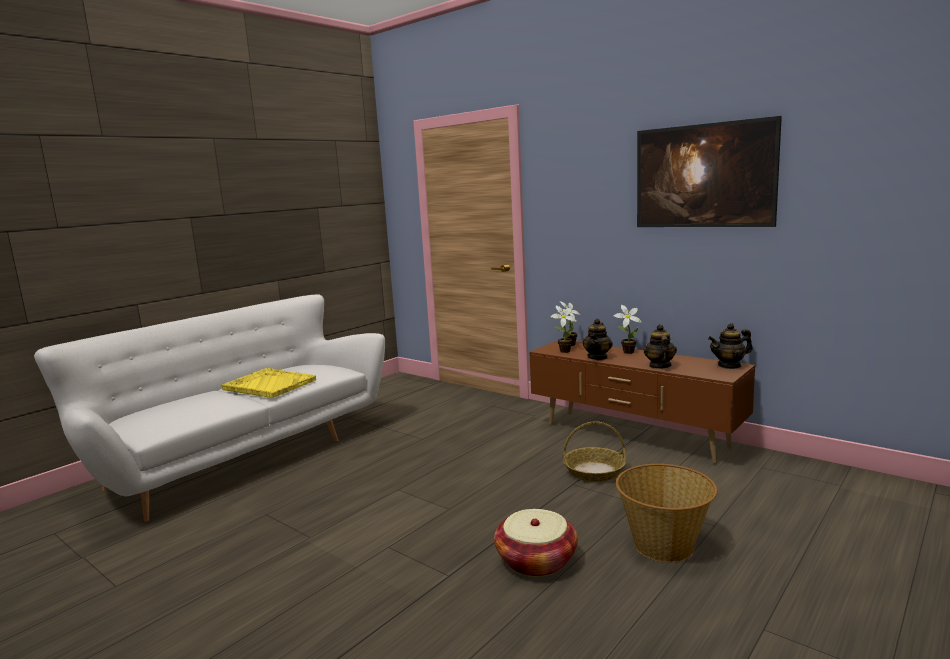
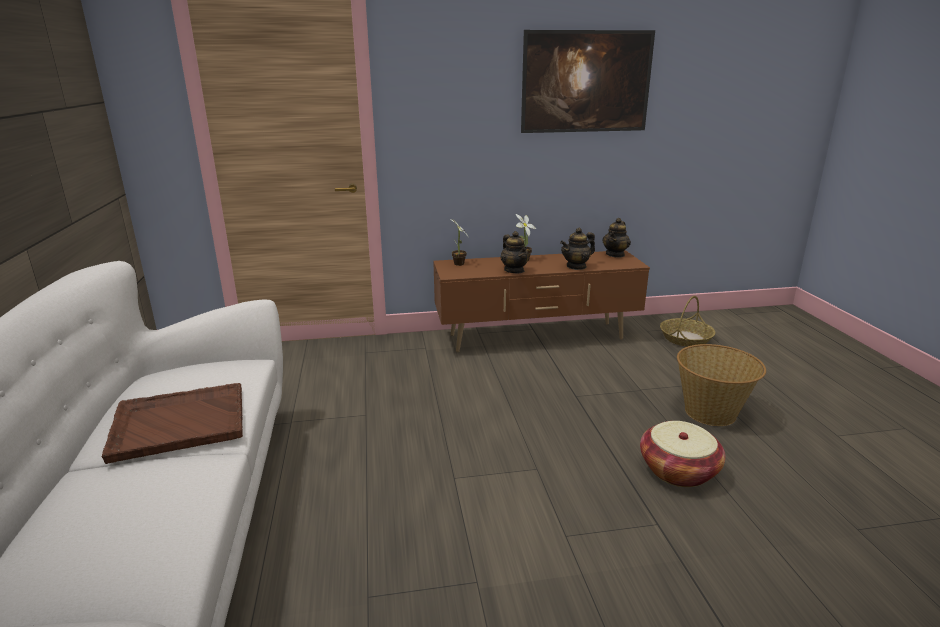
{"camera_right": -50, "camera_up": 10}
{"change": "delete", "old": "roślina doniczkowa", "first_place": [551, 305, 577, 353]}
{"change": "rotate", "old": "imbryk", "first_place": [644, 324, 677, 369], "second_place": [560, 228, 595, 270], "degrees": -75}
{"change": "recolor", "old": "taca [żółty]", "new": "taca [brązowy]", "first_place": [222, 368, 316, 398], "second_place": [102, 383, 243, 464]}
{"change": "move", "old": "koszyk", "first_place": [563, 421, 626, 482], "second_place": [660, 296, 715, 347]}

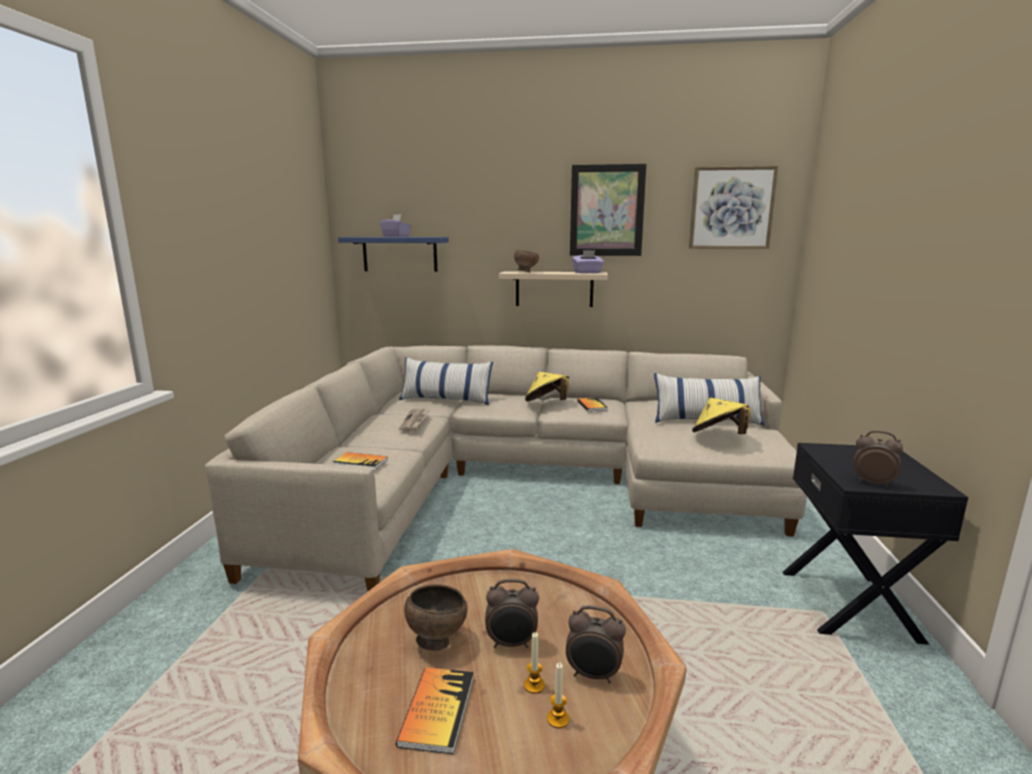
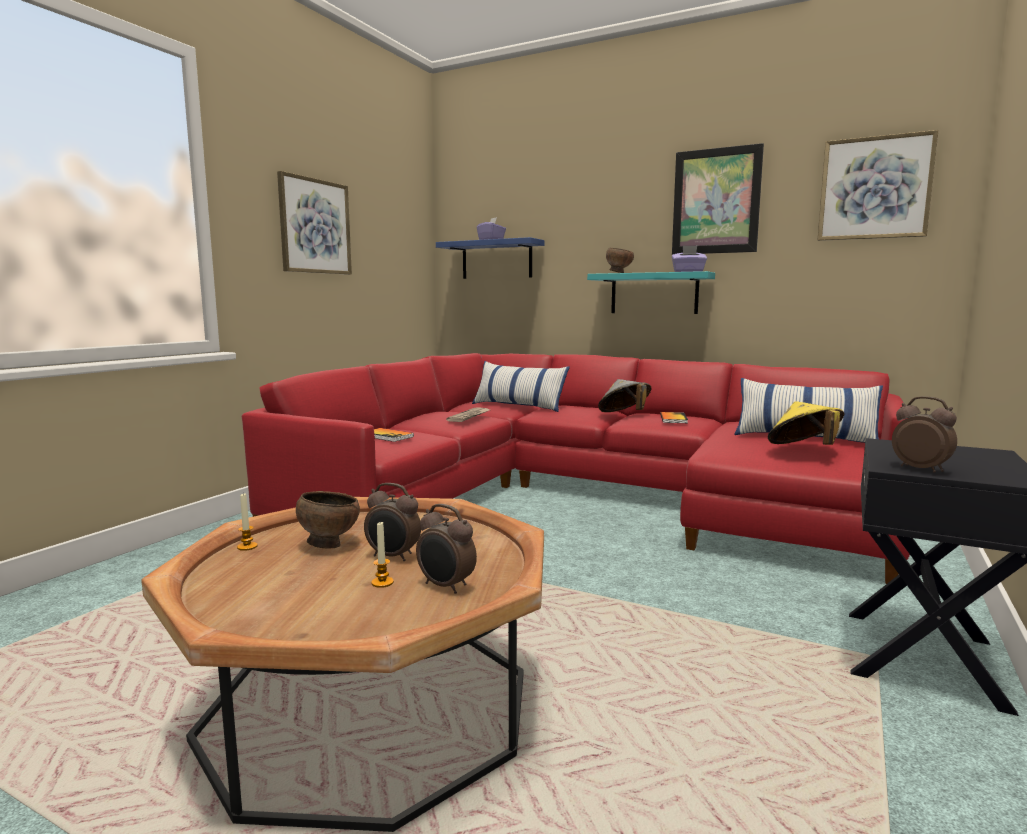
{"camera_right": 20, "camera_up": -5}
{"change": "recolor", "old": "półka [beżowy]", "new": "półka [turkusowy]", "first_place": [499, 271, 608, 307], "second_place": [587, 271, 715, 314]}
{"change": "recolor", "old": "kanapa [beżowy]", "new": "kanapa [czerwony]", "first_place": [205, 346, 807, 591], "second_place": [242, 353, 910, 584]}
{"change": "recolor", "old": "kapelusz [żółty]", "new": "kapelusz [szary]", "first_place": [525, 372, 569, 401], "second_place": [598, 379, 651, 412]}
{"change": "move", "old": "świeca", "first_place": [547, 663, 569, 728], "second_place": [237, 493, 258, 551]}
{"change": "delete", "old": "książka", "first_place": [396, 667, 474, 754]}
{"change": "insert", "new": "obraz", "second_place": [277, 171, 352, 275]}

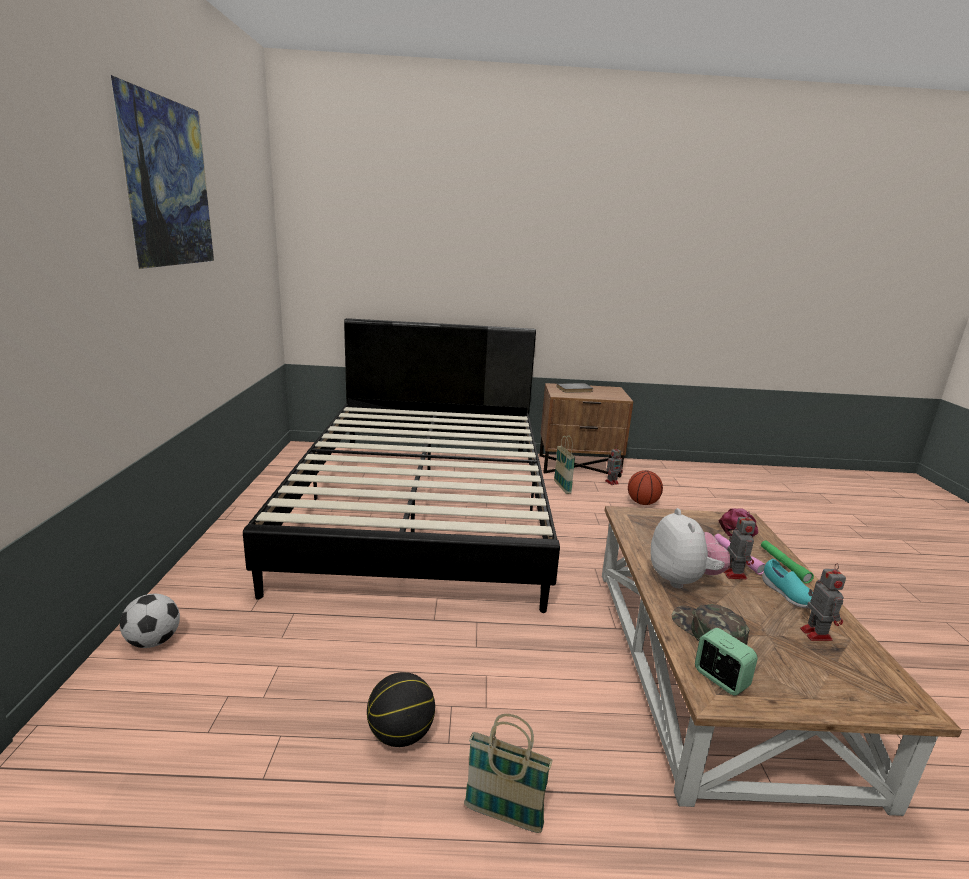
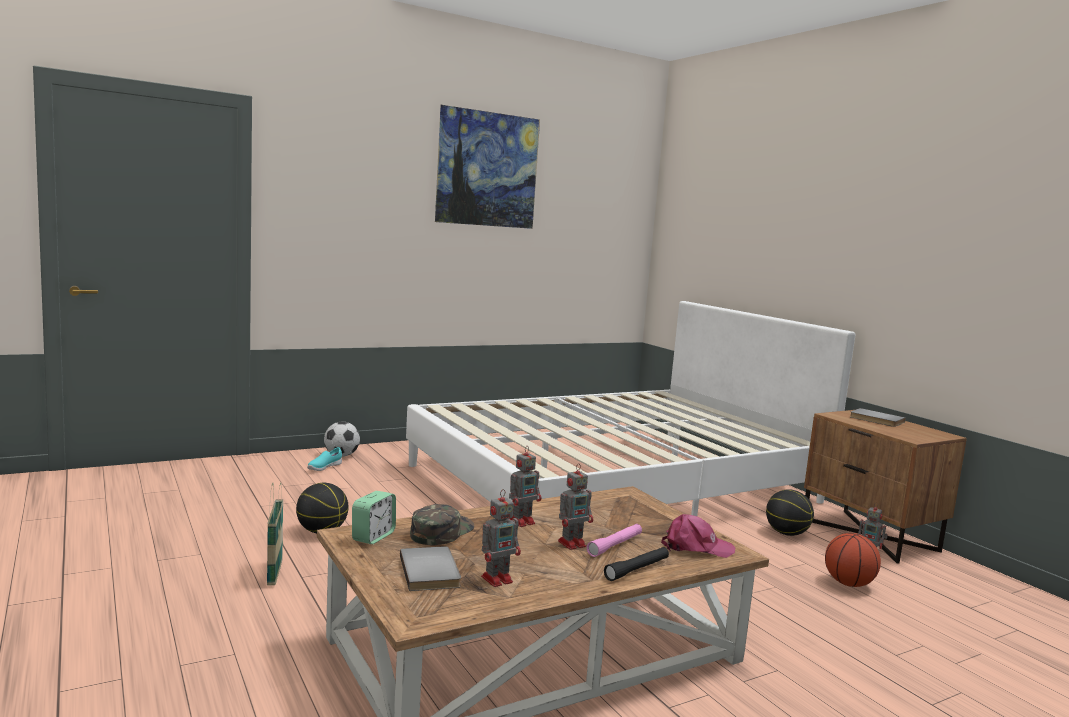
{"camera_right": 60, "camera_up": -10}
{"change": "recolor", "old": "łóżko [czarny]", "new": "łóżko [biały]", "first_place": [243, 318, 560, 613], "second_place": [406, 301, 855, 516]}
{"change": "replace", "old": "koszyk", "new": "piłka do koszykówki", "first_place": [554, 435, 575, 494], "second_place": [766, 489, 814, 536]}
{"change": "replace", "old": "pluszak", "new": "robot zabawkowy", "first_place": [651, 508, 730, 589], "second_place": [509, 446, 541, 527]}
{"change": "recolor", "old": "latarka [zielony]", "new": "latarka [czarny]", "first_place": [761, 540, 814, 584], "second_place": [604, 547, 669, 581]}
{"change": "move", "old": "but [turkusowy]", "first_place": [762, 559, 813, 608], "second_place": [307, 447, 342, 471]}
{"change": "insert", "new": "książka [szary]", "second_place": [400, 546, 461, 591]}

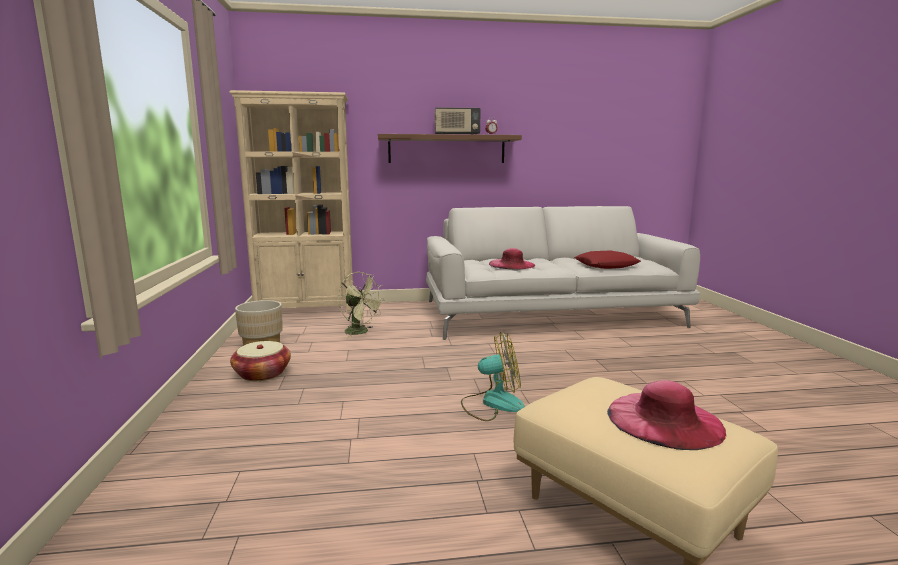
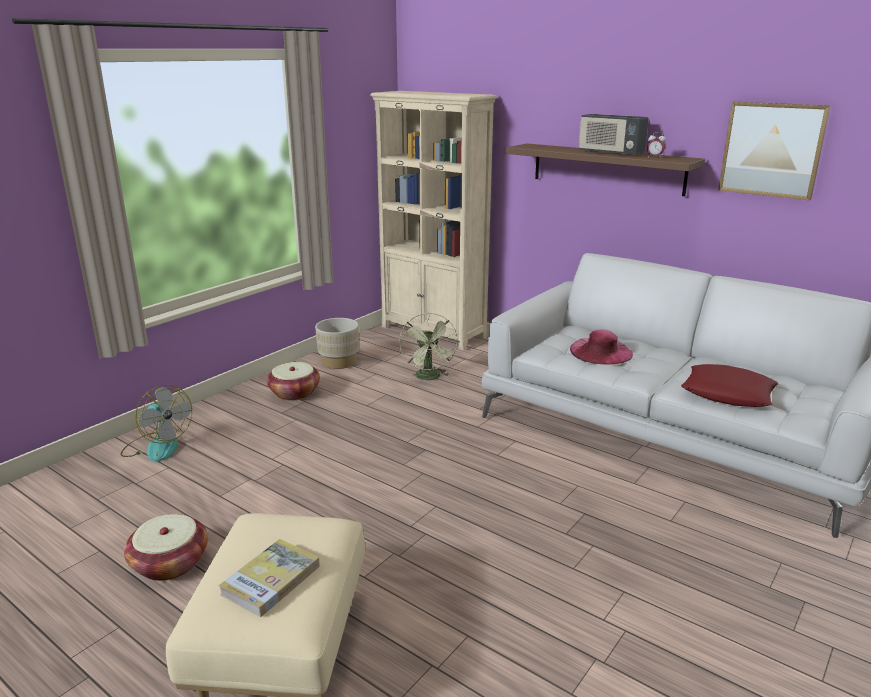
{"camera_right": 45, "camera_up": 10}
{"change": "move", "old": "wentylator", "first_place": [461, 332, 525, 421], "second_place": [121, 385, 192, 462]}
{"change": "replace", "old": "kapelusz [różowy]", "new": "książka", "first_place": [607, 380, 726, 450], "second_place": [219, 539, 320, 617]}
{"change": "insert", "new": "obraz", "second_place": [718, 102, 831, 200]}
{"change": "insert", "new": "koszyk", "second_place": [124, 514, 208, 581]}

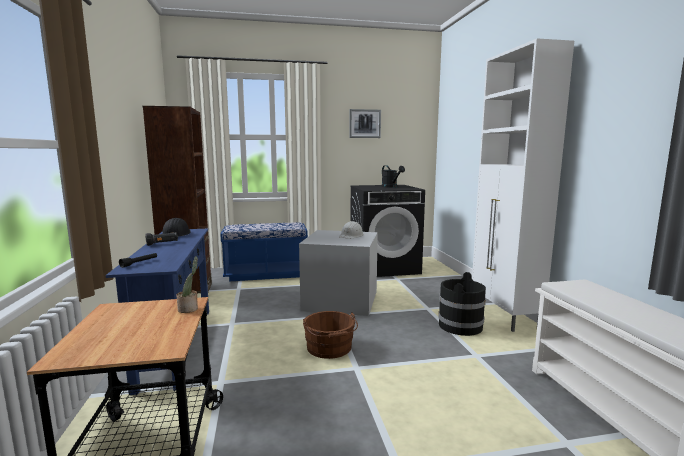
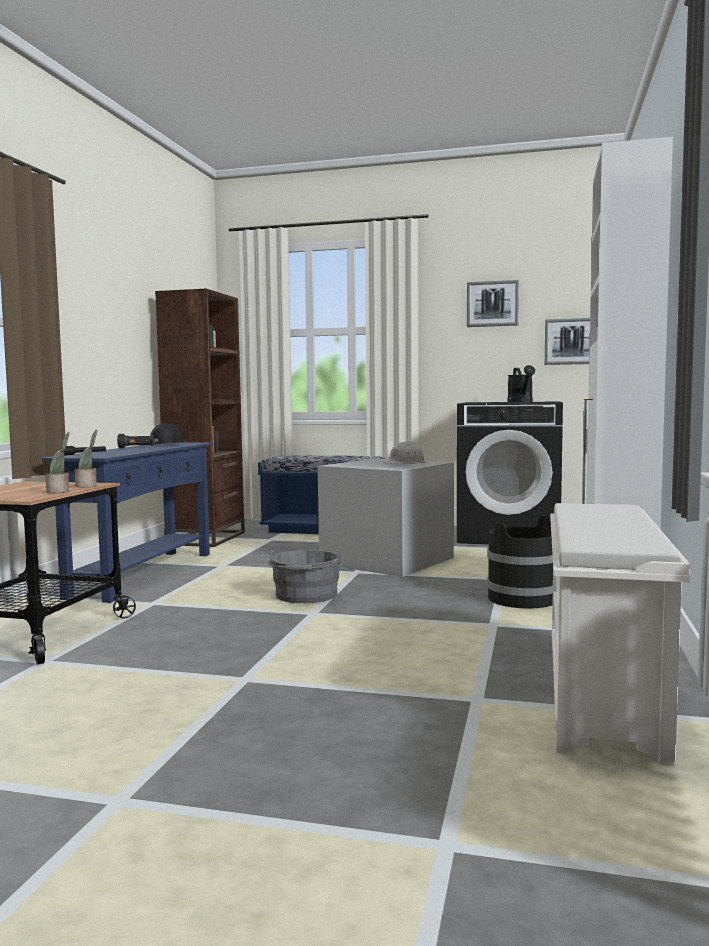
{"camera_right": 25, "camera_up": -5}
{"change": "recolor", "old": "wiadro [brązowy]", "new": "wiadro [szary]", "first_place": [303, 311, 358, 359], "second_place": [269, 550, 342, 603]}
{"change": "insert", "new": "obraz", "second_place": [545, 318, 590, 365]}
{"change": "insert", "new": "roślina doniczkowa", "second_place": [45, 432, 70, 493]}

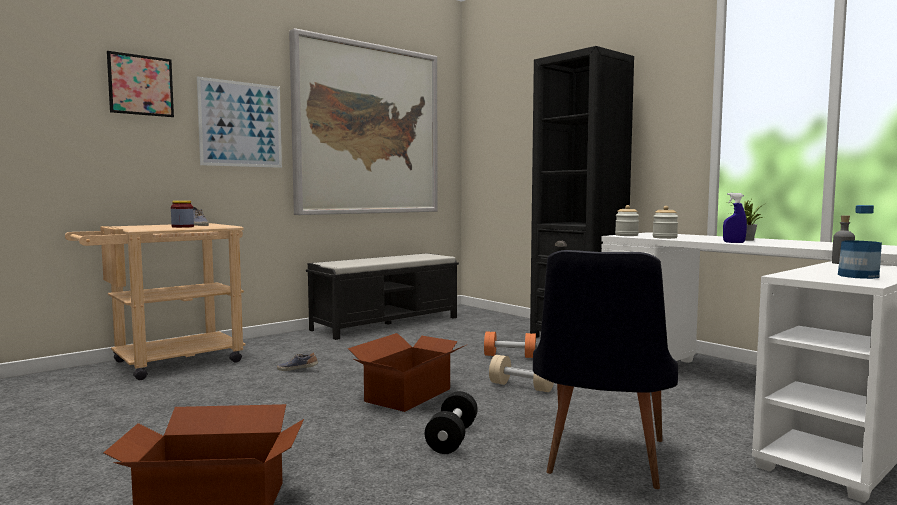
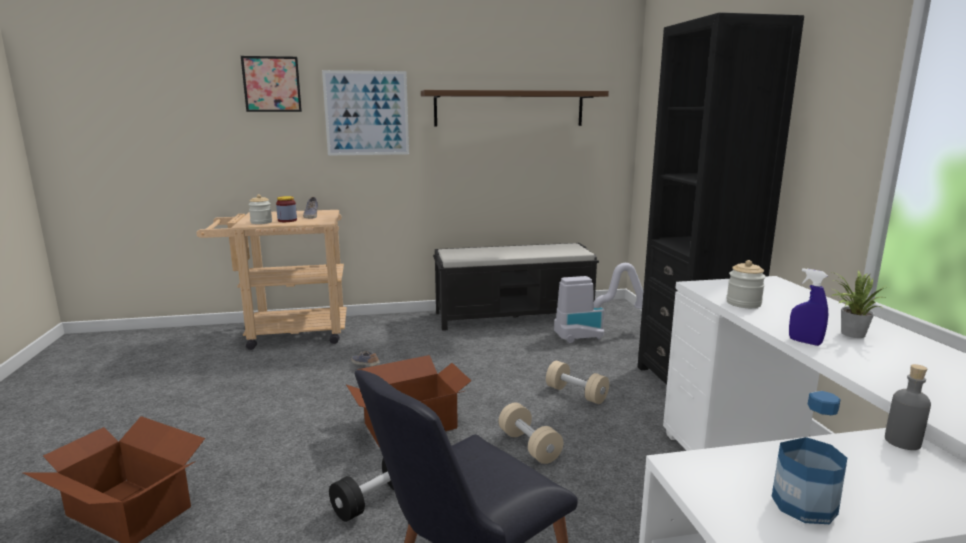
{"camera_right": 30, "camera_up": 10}
{"change": "replace", "old": "obraz", "new": "półka [brązowy]", "first_place": [289, 28, 438, 215], "second_place": [421, 90, 609, 127]}
{"change": "move", "old": "słoik", "first_place": [615, 205, 639, 236], "second_place": [248, 194, 272, 224]}
{"change": "recolor", "old": "hantel [pomarańczowy]", "new": "hantel [beżowy]", "first_place": [484, 331, 537, 358], "second_place": [546, 361, 609, 404]}
{"change": "insert", "new": "odkurzacz", "second_place": [554, 263, 643, 343]}

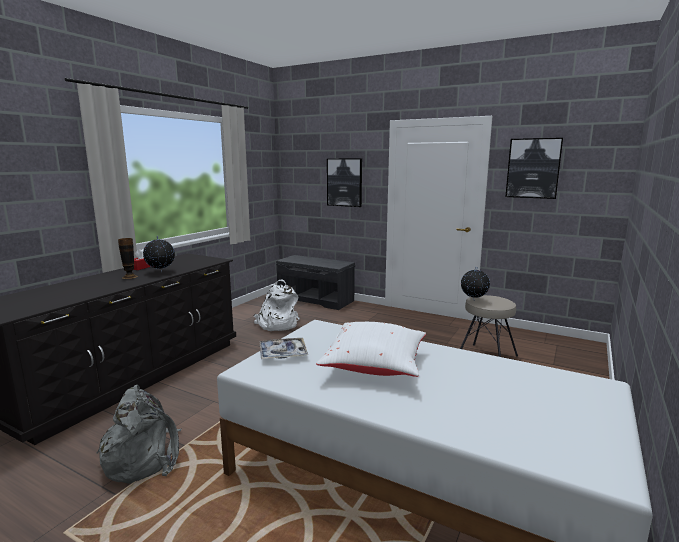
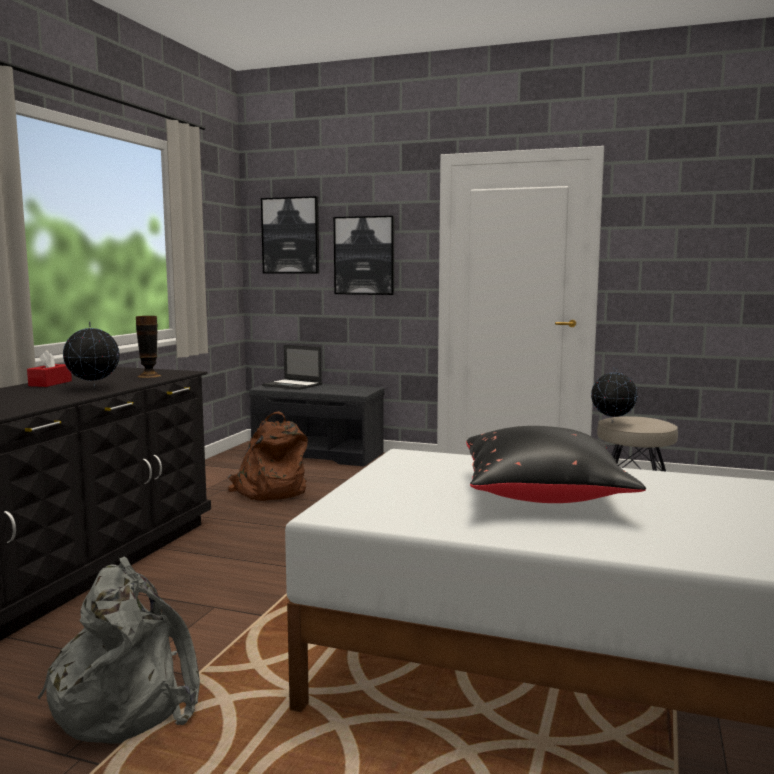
{"camera_right": -10, "camera_up": -5}
{"change": "move", "old": "obraz", "first_place": [505, 138, 563, 199], "second_place": [261, 196, 319, 273]}
{"change": "move", "old": "wazon", "first_place": [118, 238, 138, 279], "second_place": [136, 316, 161, 378]}
{"change": "recolor", "old": "plecak [biały]", "new": "plecak [brązowy]", "first_place": [254, 280, 300, 331], "second_place": [228, 411, 308, 501]}
{"change": "recolor", "old": "poduszka [biały]", "new": "poduszka [czarny]", "first_place": [316, 322, 426, 377], "second_place": [466, 426, 646, 503]}
{"change": "delete", "old": "taca", "first_place": [259, 338, 308, 359]}
{"change": "insert", "new": "laptop", "second_place": [262, 345, 322, 390]}

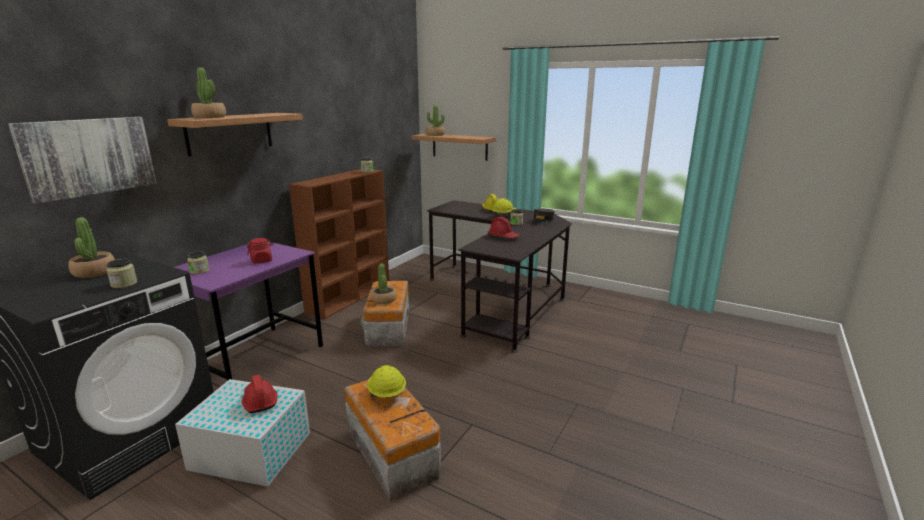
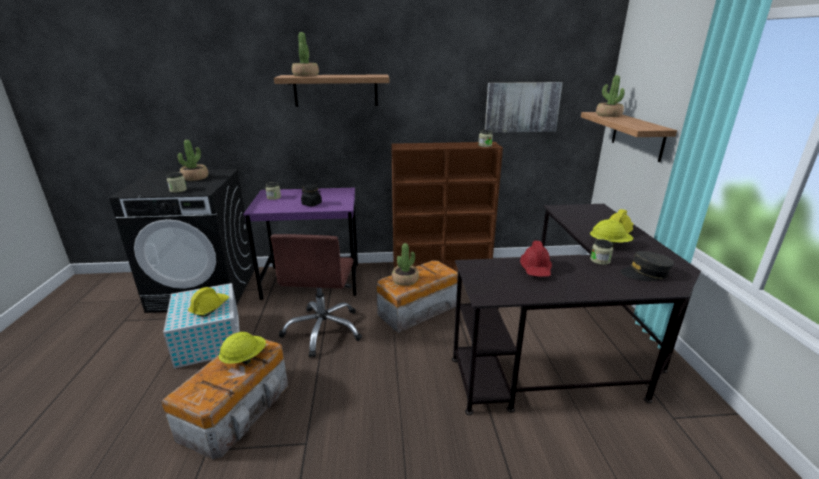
{"camera_right": 55, "camera_up": 5}
{"change": "move", "old": "obraz", "first_place": [8, 117, 157, 204], "second_place": [485, 82, 563, 133]}
{"change": "recolor", "old": "słoik [czerwony]", "new": "słoik [czarny]", "first_place": [247, 238, 273, 264], "second_place": [301, 184, 322, 206]}
{"change": "recolor", "old": "kask [czerwony]", "new": "kask [żółty]", "first_place": [242, 375, 278, 413], "second_place": [188, 287, 229, 317]}
{"change": "insert", "new": "krzesło biurowe [brązowy]", "second_place": [270, 234, 362, 357]}

